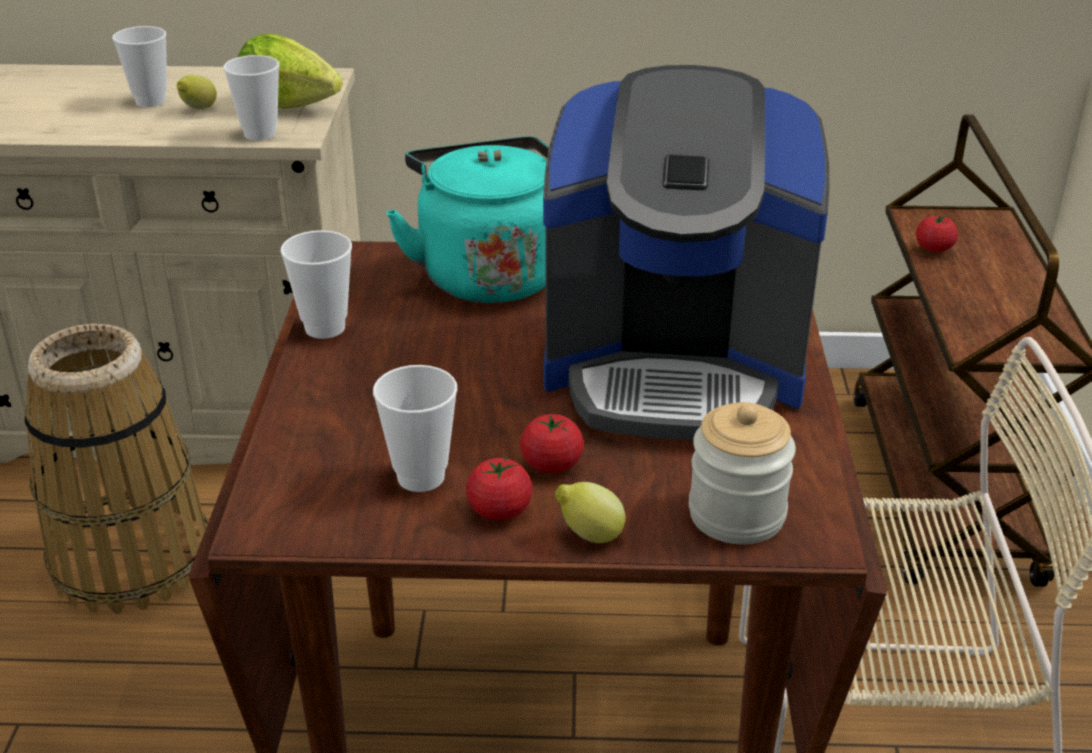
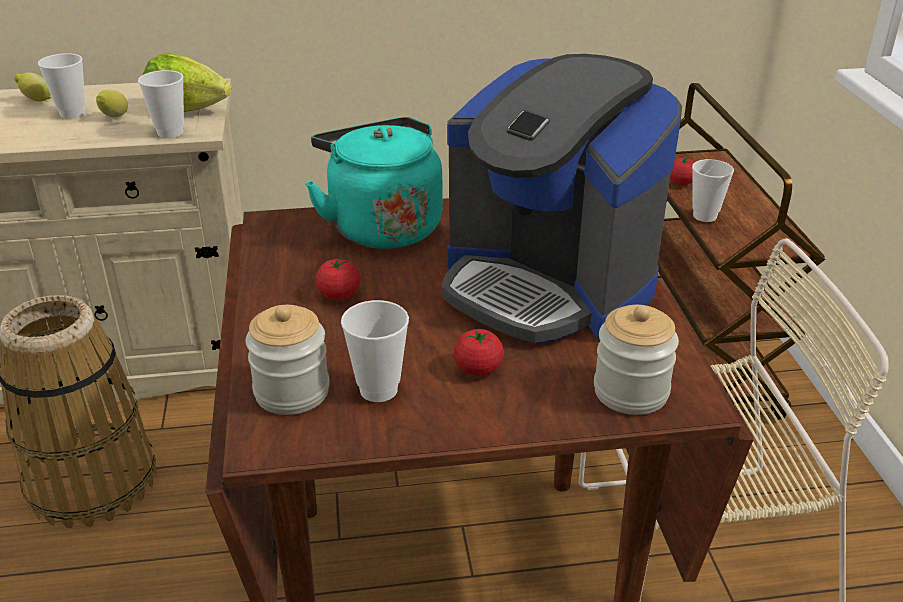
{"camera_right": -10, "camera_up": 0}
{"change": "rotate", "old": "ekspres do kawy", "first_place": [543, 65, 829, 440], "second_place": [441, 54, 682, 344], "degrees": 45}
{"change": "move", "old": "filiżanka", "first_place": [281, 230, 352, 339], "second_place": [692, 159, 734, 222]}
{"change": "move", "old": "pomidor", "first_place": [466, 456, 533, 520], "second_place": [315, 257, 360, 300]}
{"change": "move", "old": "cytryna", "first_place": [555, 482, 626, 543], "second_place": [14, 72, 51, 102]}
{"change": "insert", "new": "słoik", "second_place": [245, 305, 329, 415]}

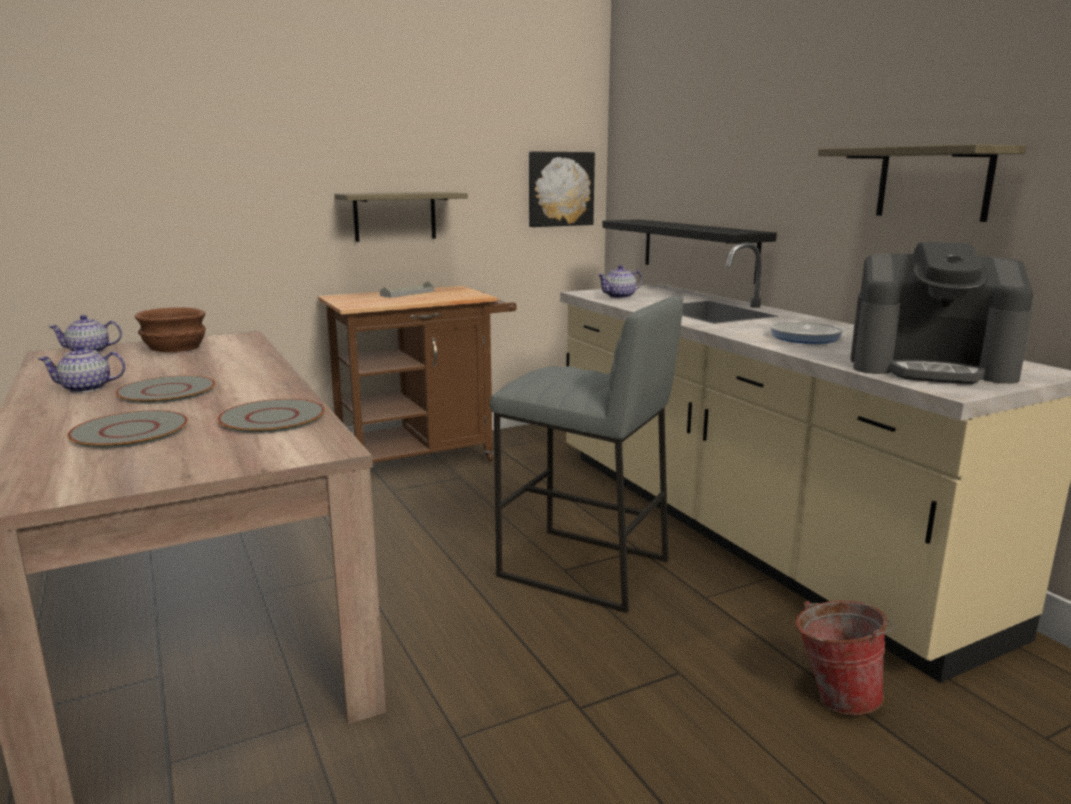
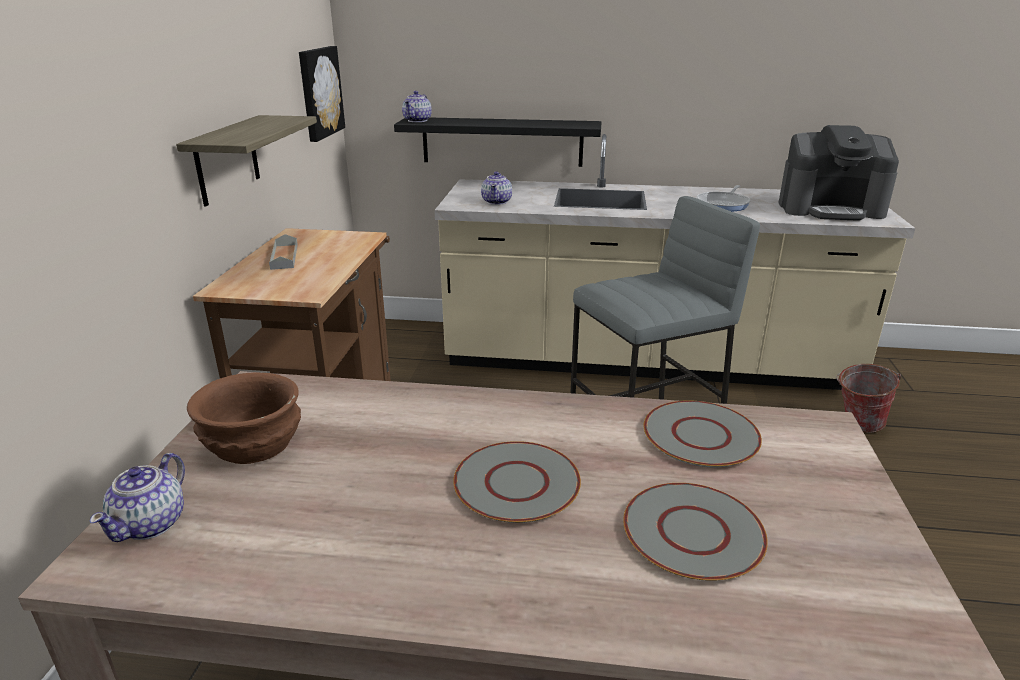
{"camera_right": -55, "camera_up": 10}
{"change": "delete", "old": "półka", "first_place": [818, 144, 1026, 222]}
{"change": "rotate", "old": "ekspres do kawy", "first_place": [850, 242, 1033, 384], "second_place": [778, 125, 899, 221], "degrees": 45}
{"change": "move", "old": "imbryk", "first_place": [38, 345, 125, 393], "second_place": [402, 91, 432, 122]}

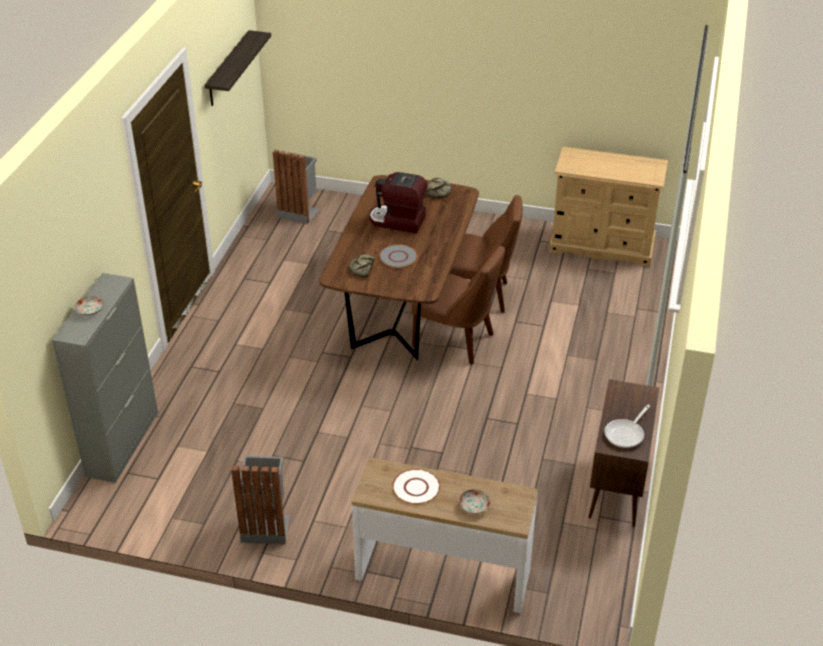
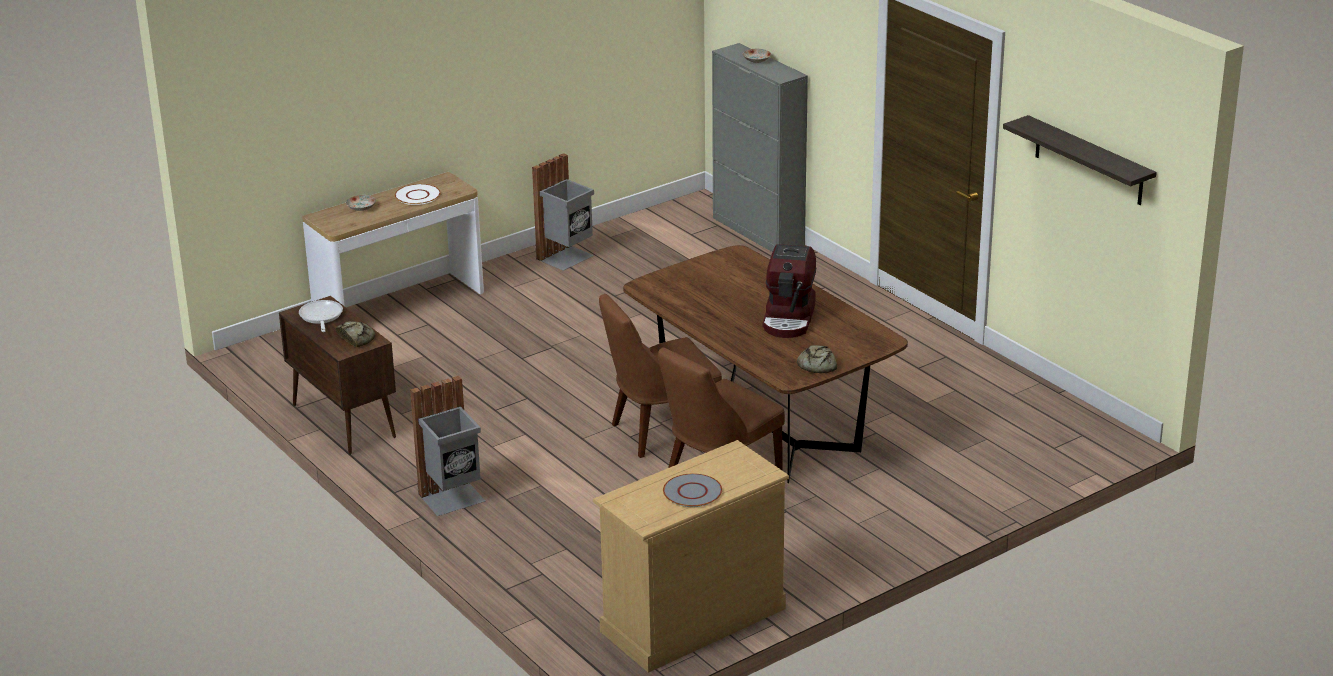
{"camera_right": 130, "camera_up": -10}
{"change": "move", "old": "kosz na śmieci [szary]", "first_place": [273, 150, 319, 224], "second_place": [410, 376, 485, 516]}
{"change": "rotate", "old": "ekspres do kawy", "first_place": [369, 172, 428, 234], "second_place": [763, 244, 817, 338], "degrees": 135}
{"change": "move", "old": "talerz [szary]", "first_place": [379, 244, 418, 268], "second_place": [663, 473, 722, 507]}
{"change": "move", "old": "chleb", "first_place": [349, 254, 375, 278], "second_place": [336, 321, 375, 347]}

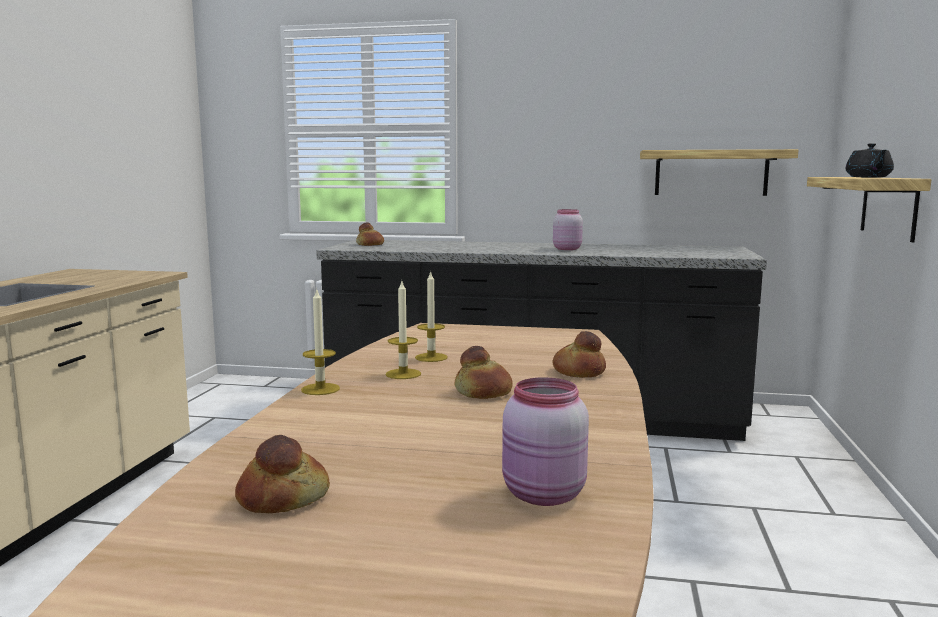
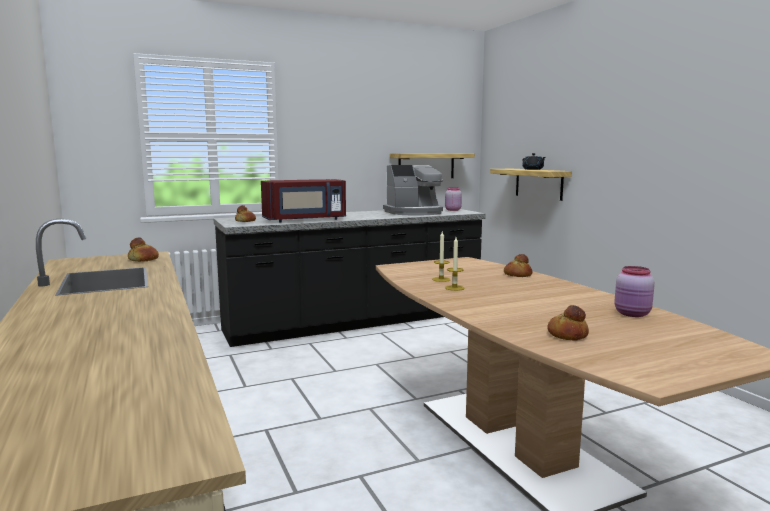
{"camera_right": -35, "camera_up": 0}
{"change": "move", "old": "słoik [różowy]", "first_place": [553, 209, 583, 250], "second_place": [445, 188, 462, 211]}
{"change": "delete", "old": "świeca", "first_place": [301, 290, 340, 395]}
{"change": "move", "old": "chleb", "first_place": [455, 346, 513, 399], "second_place": [128, 238, 159, 262]}
{"change": "insert", "new": "ekspres do kawy", "second_place": [383, 165, 443, 215]}
{"change": "insert", "new": "mikrofalówka [czerwony]", "second_place": [261, 179, 346, 223]}

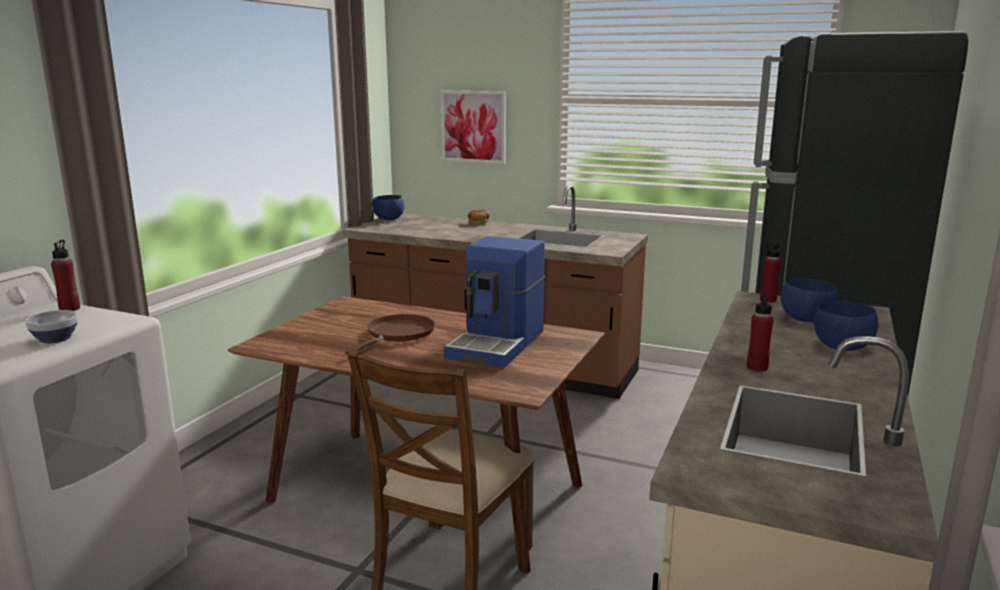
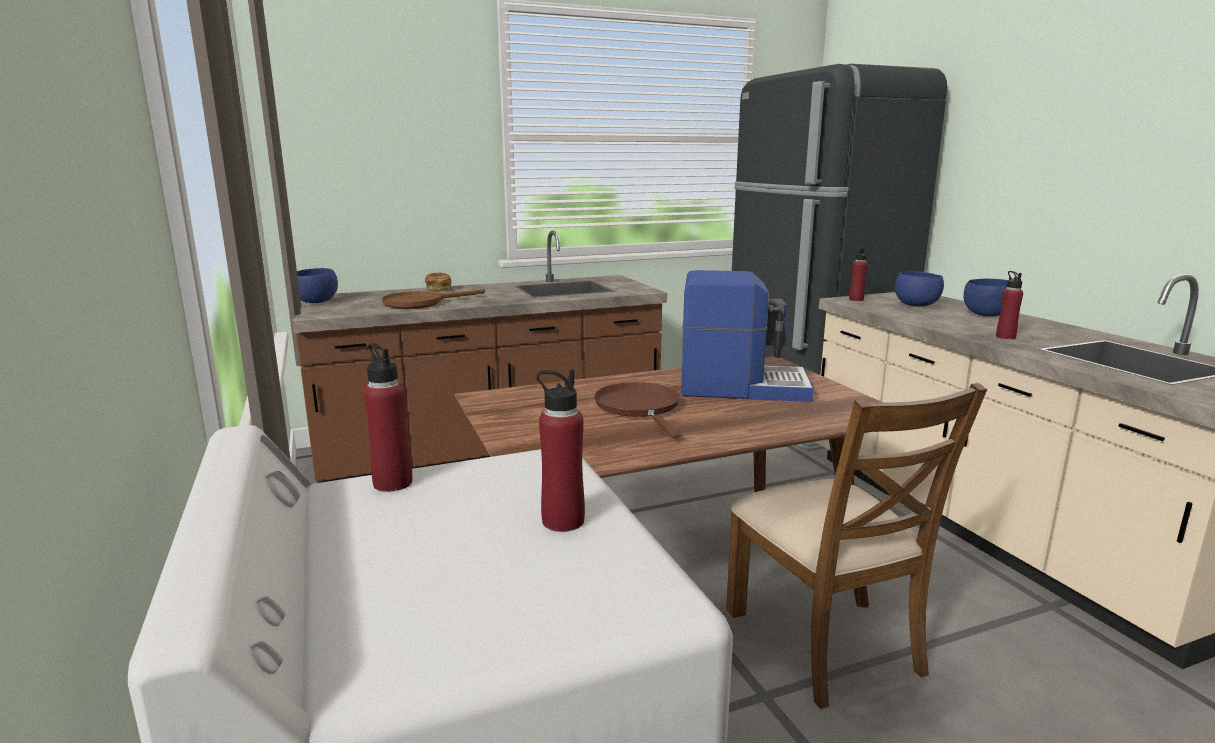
{"camera_right": -45, "camera_up": 0}
{"change": "delete", "old": "obraz", "first_place": [440, 91, 506, 164]}
{"change": "rotate", "old": "ekspres do kawy", "first_place": [444, 236, 545, 368], "second_place": [681, 270, 813, 402], "degrees": -60}
{"change": "replace", "old": "miska", "new": "butelka [czerwony]", "first_place": [25, 310, 78, 343], "second_place": [536, 369, 585, 532]}
{"change": "insert", "new": "patelnia [brązowy]", "second_place": [382, 289, 485, 309]}

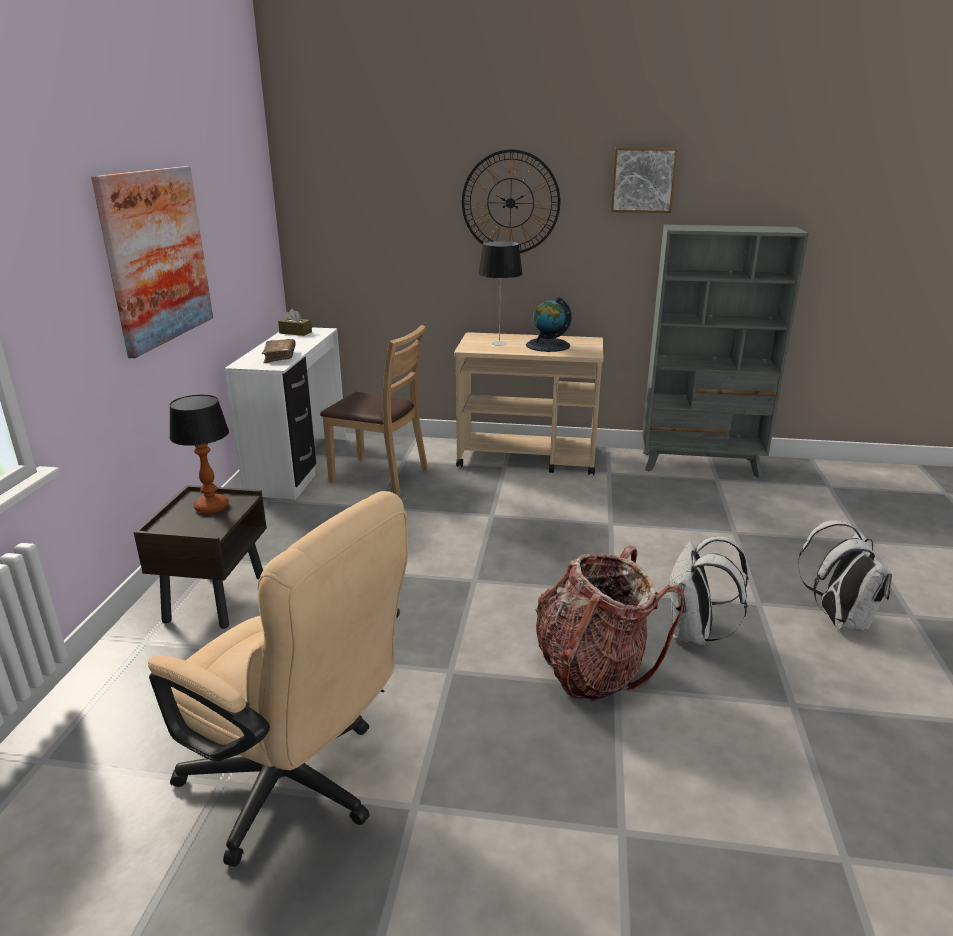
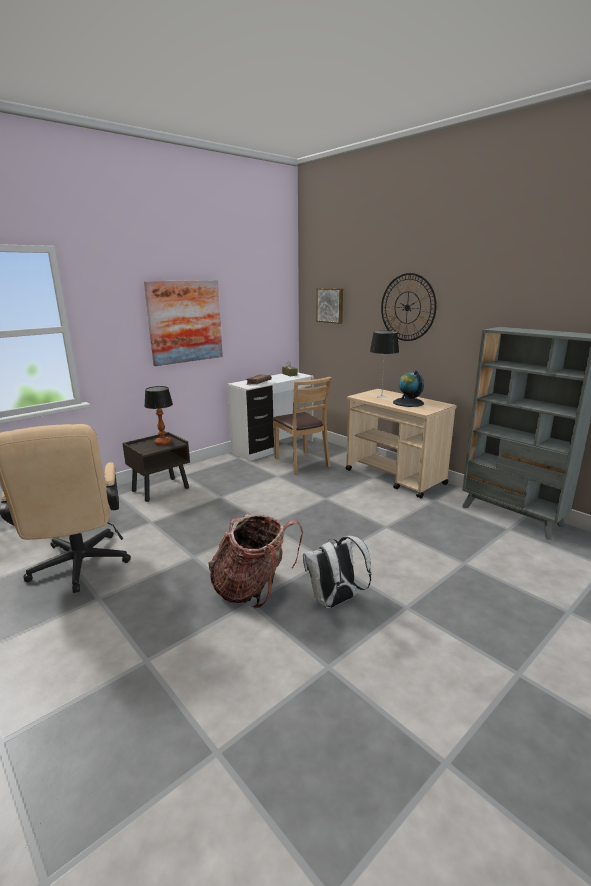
{"camera_right": 40, "camera_up": -5}
{"change": "move", "old": "obraz", "first_place": [611, 148, 678, 213], "second_place": [316, 288, 343, 324]}
{"change": "delete", "old": "plecak [biały]", "first_place": [798, 520, 892, 632]}

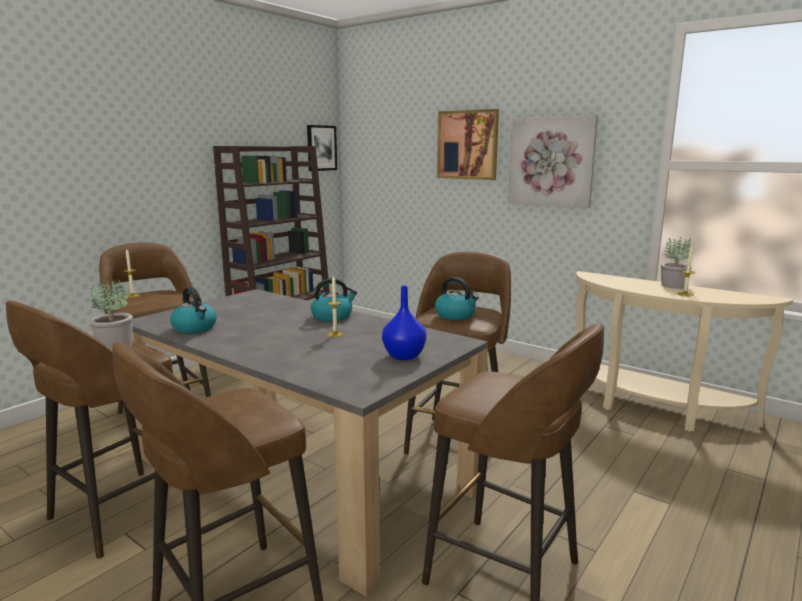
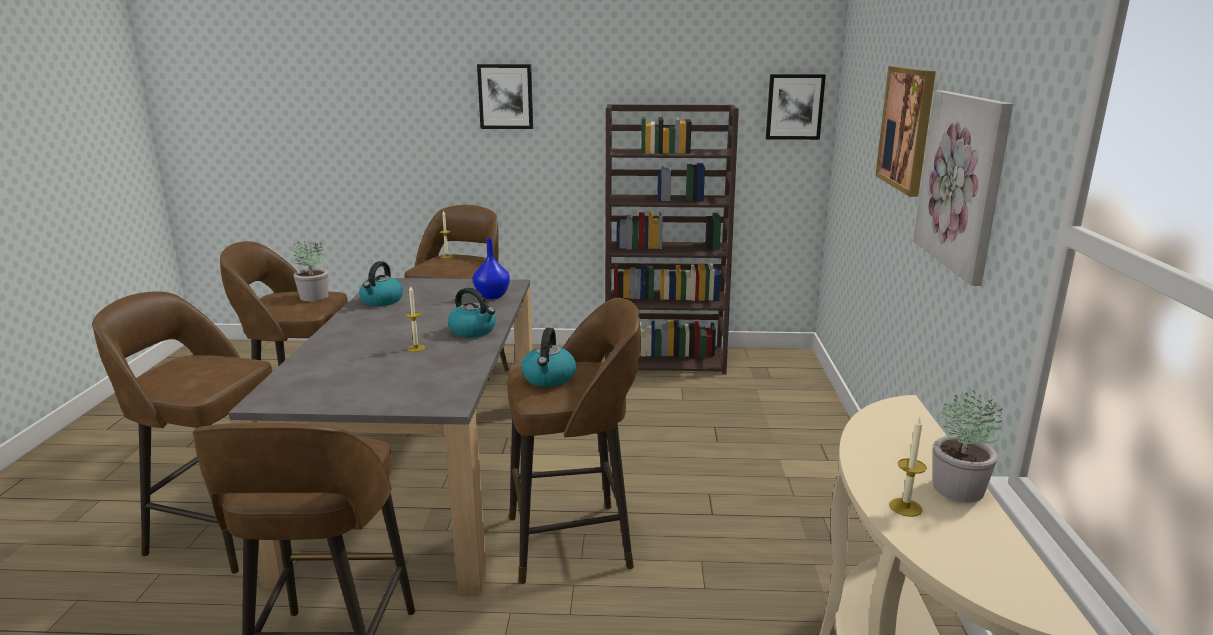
{"camera_right": 55, "camera_up": 5}
{"change": "move", "old": "wazon [niebieski]", "first_place": [382, 286, 426, 360], "second_place": [473, 238, 510, 299]}
{"change": "insert", "new": "obraz", "second_place": [477, 64, 533, 129]}

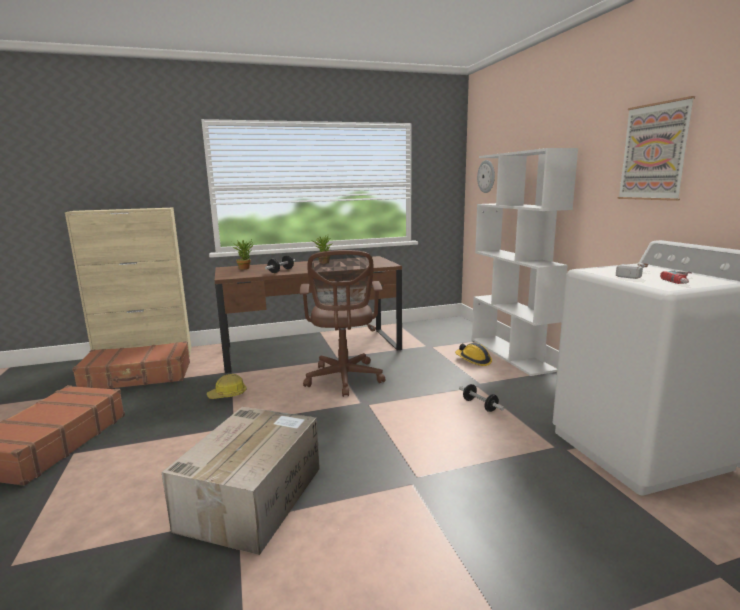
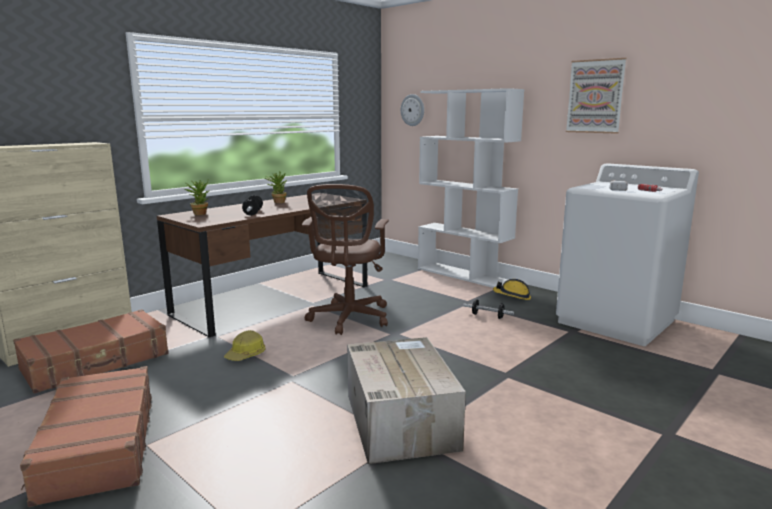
{"camera_right": -30, "camera_up": 0}
{"change": "rotate", "old": "krzesło biurowe [brązowy]", "first_place": [300, 250, 386, 397], "second_place": [301, 184, 389, 335], "degrees": 45}
{"change": "move", "old": "kask", "first_place": [455, 343, 492, 366], "second_place": [493, 279, 531, 300]}

